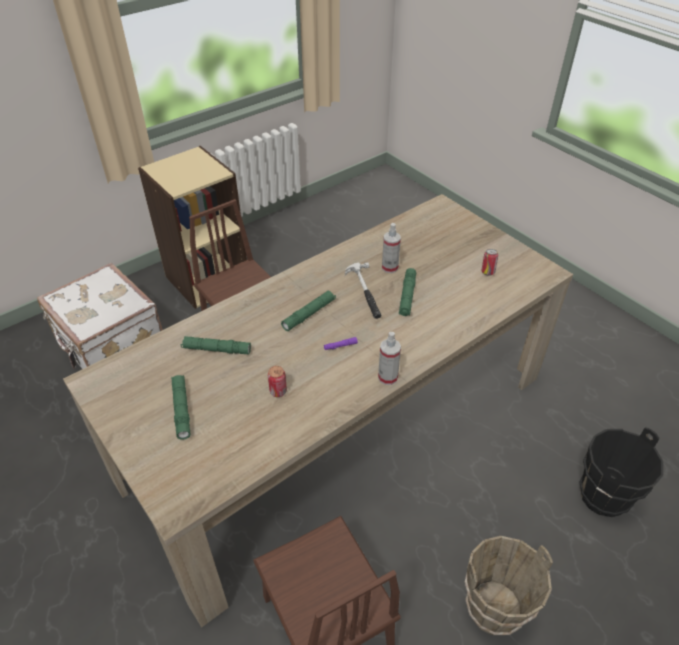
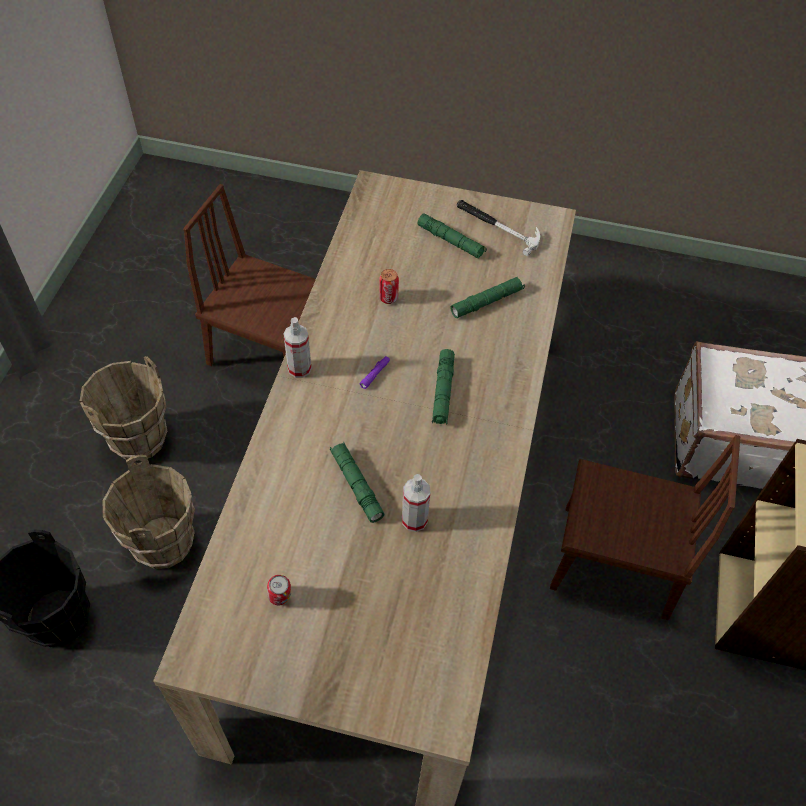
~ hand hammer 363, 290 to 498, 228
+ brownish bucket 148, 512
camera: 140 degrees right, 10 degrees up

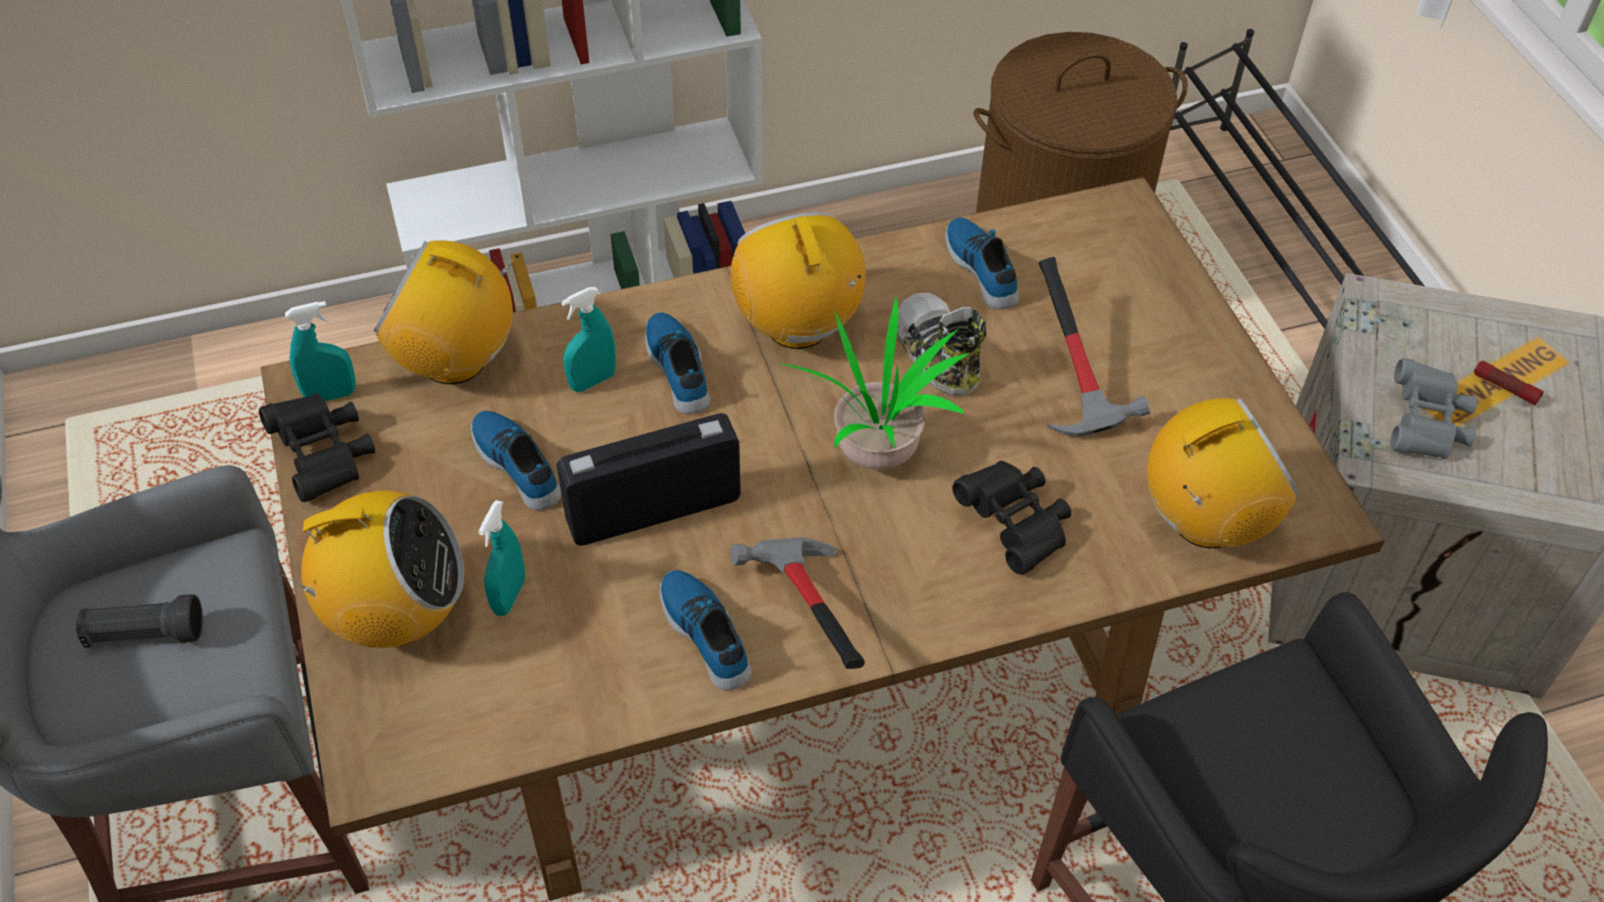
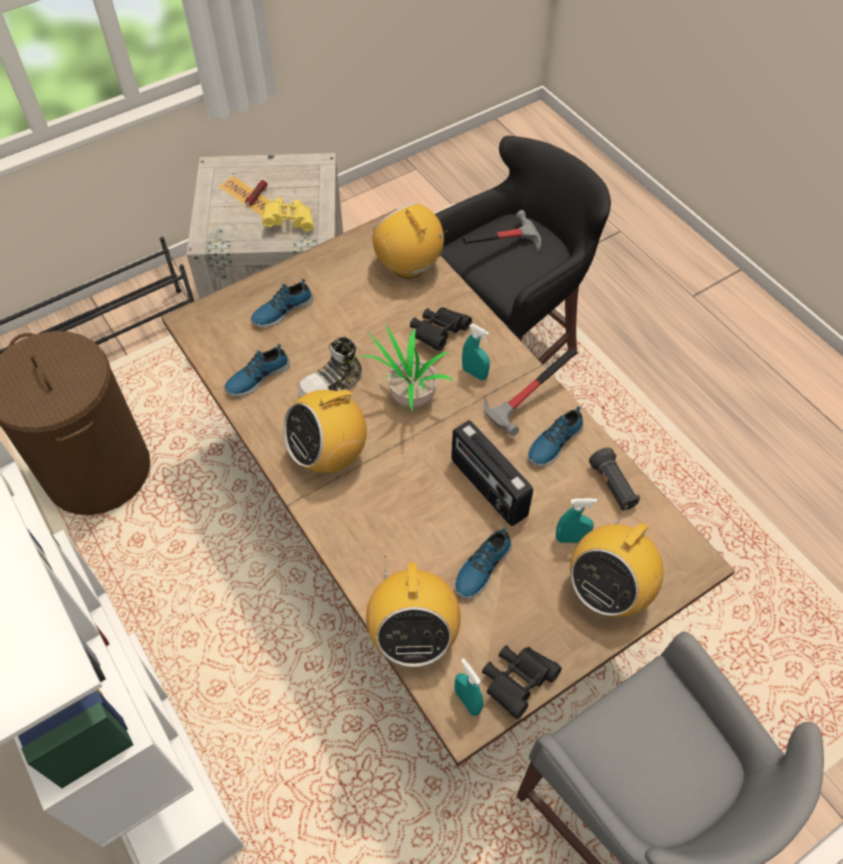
~ black-coloured torch 139, 621 to 614, 478
~ radio set 371, 569 = 617, 561 120 degrees counterclockwise
~ turquoise-coloured spray bottle 588, 339 to 476, 352
~ item of footwear 678, 363 to 282, 302
~ hand hammer 1094, 347 to 501, 231
~ greyish pair of binoculars 1433, 408 to yellow-coloured pair of binoculars 288, 214
camera: 105 degrees left, 5 degrees up

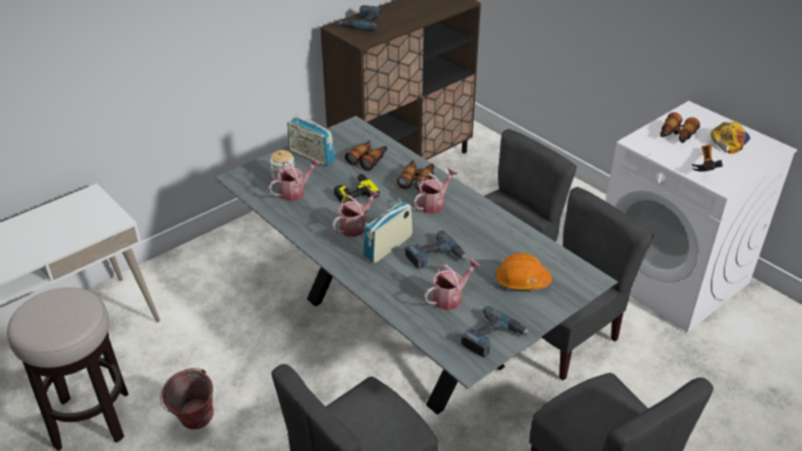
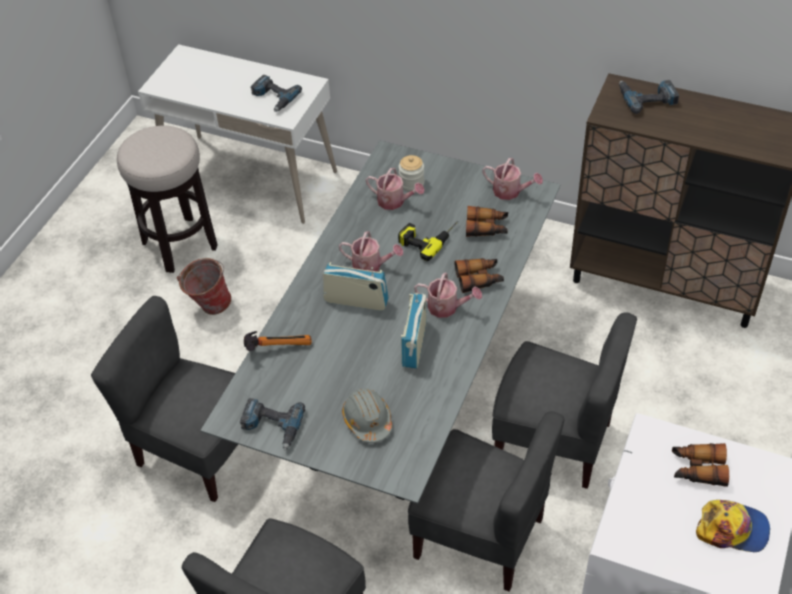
~ radio set 311, 140 to 414, 330
~ drill 436, 249 to 276, 93
~ watering can 452, 284 to 512, 179
~ orangey work helmet 524, 271 to greyish work helmet 367, 415
~ hand hammer 707, 158 to 278, 341
camera: 65 degrees right, 10 degrees up

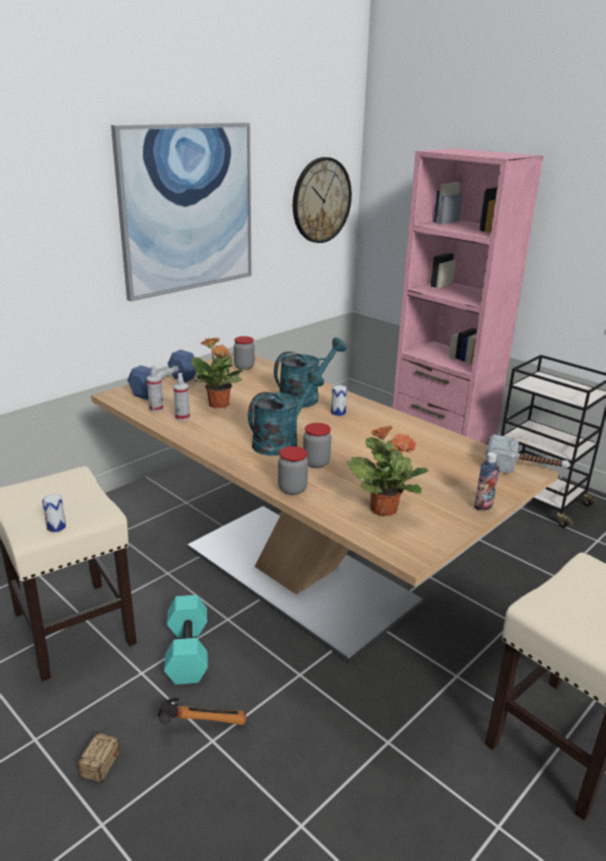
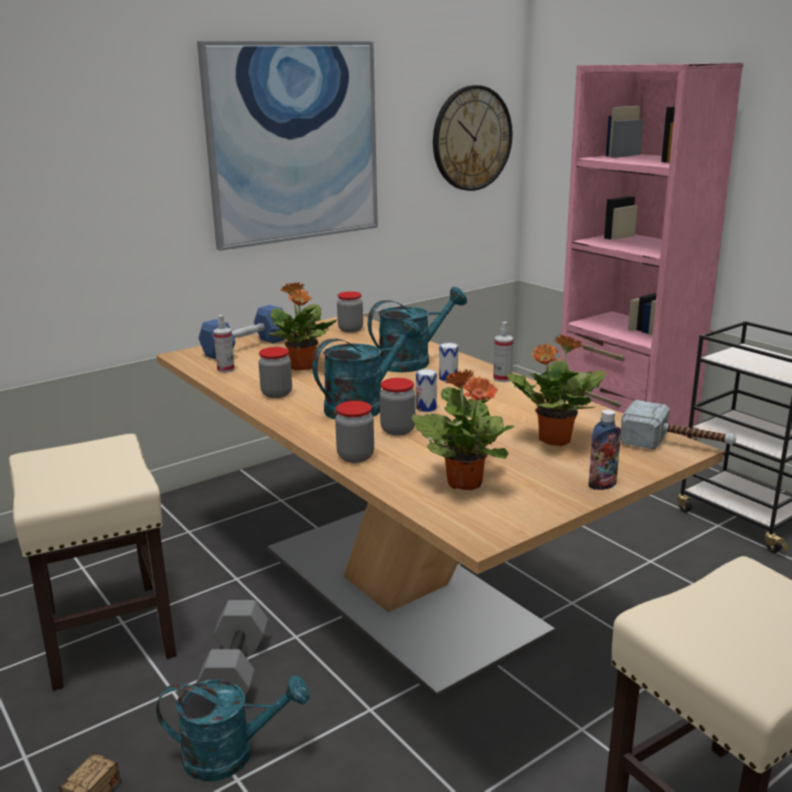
~ metal can 54, 513 to 426, 390
~ hand hammer 202, 711 to turquoise-coloured watering can 232, 728
~ turquoise-coloured free weight 186, 640 to greyish free weight 232, 648
~ spray bottle 181, 397 to 503, 352
+ preserve jar 275, 372
+ potted plant 556, 390
camera: 10 degrees right, 5 degrees down

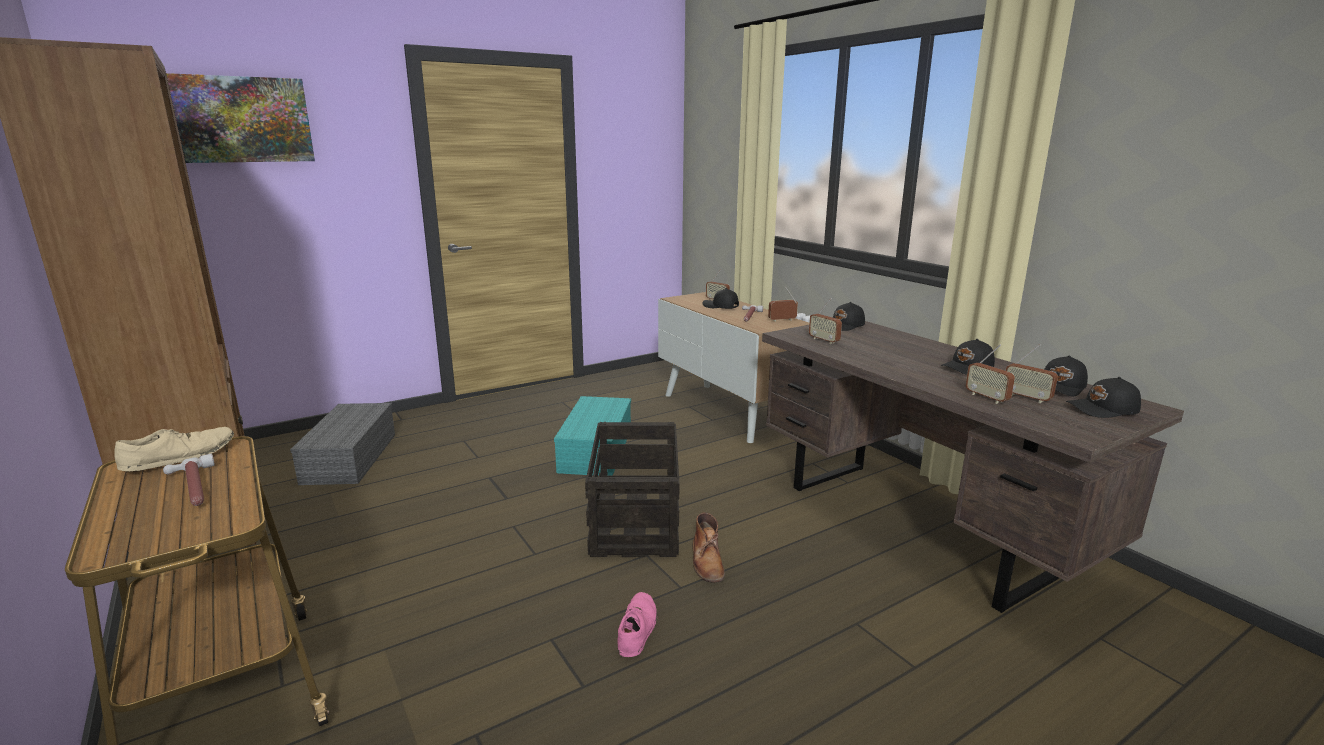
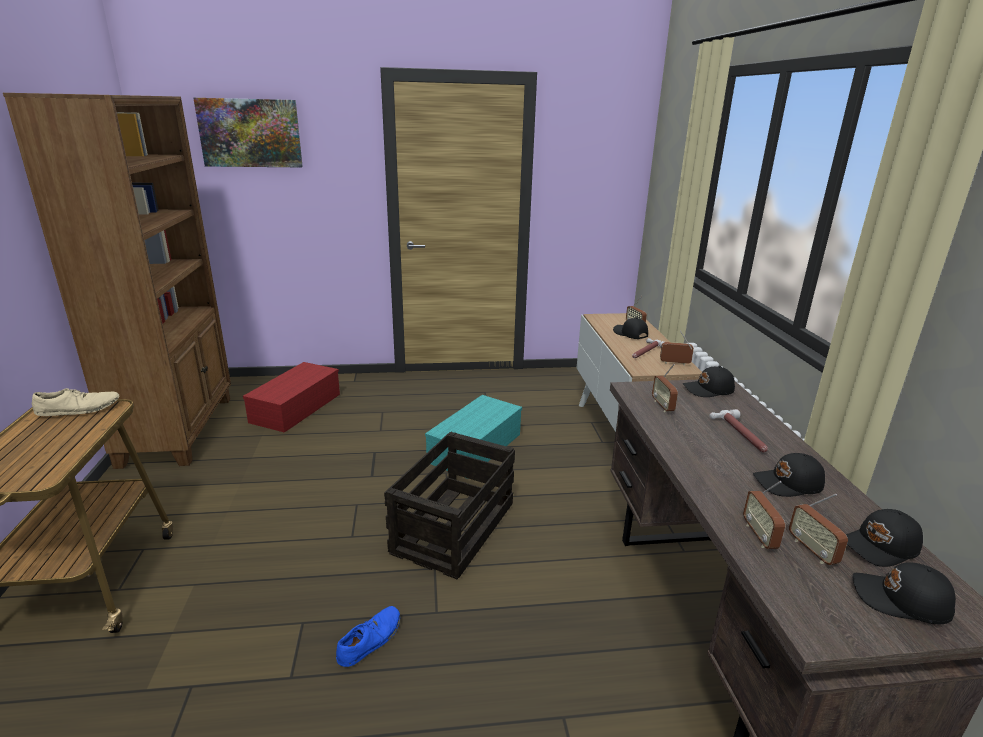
~ hand hammer 189, 480 to 739, 431
~ greyish storage box 342, 444 to red storage box 291, 397
~ pink-coloured item of footwear 637, 624 to blue-coloured item of footwear 368, 636
- brownish high-top boot 708, 547
camera: 25 degrees right, 5 degrees up

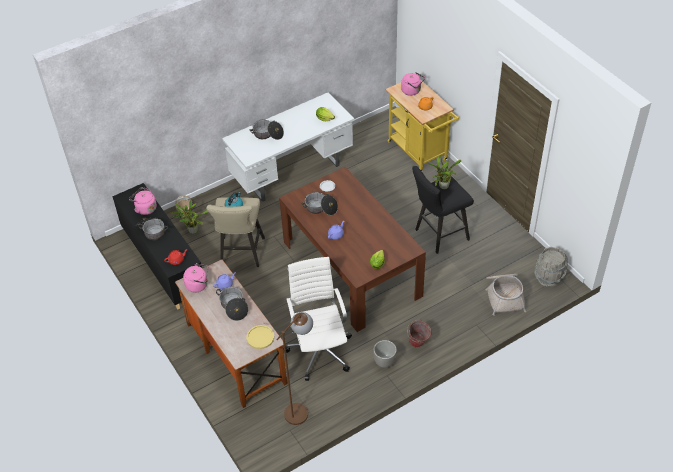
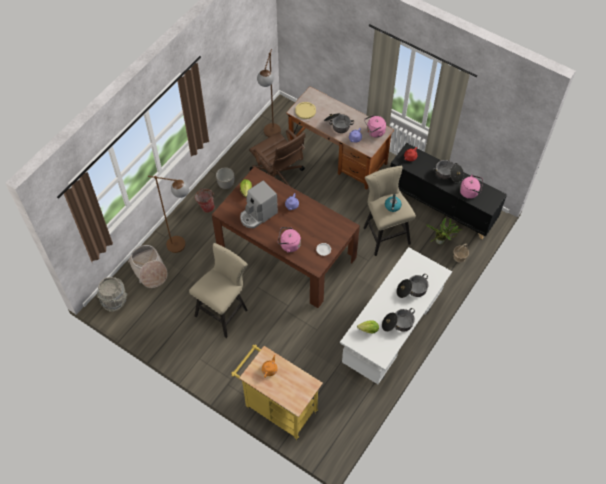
~ white computer chair 319, 319 to brownish computer chair 277, 158
~ stockpot 319, 203 to 398, 320
~ pink-coloured water kettle 413, 84 to 289, 240
~ black-coloured stool 443, 210 to beige-coloured stool 218, 290
- potted plant 444, 172
+ brownish standing lamp 168, 214
+ coffee machine 259, 204
camera: 155 degrees right, 10 degrees up

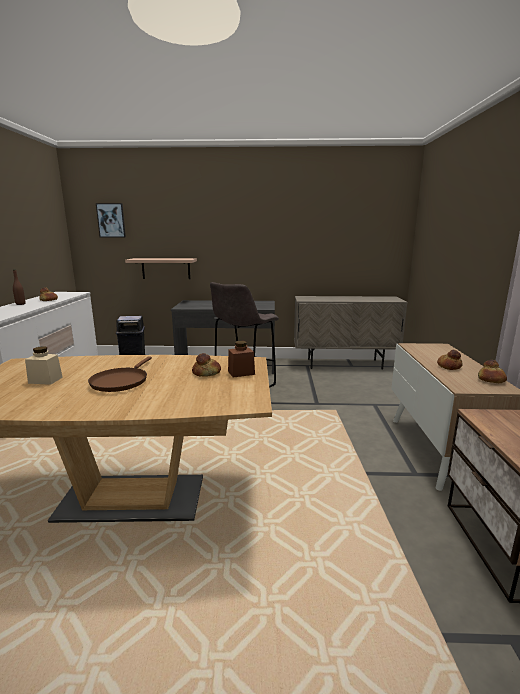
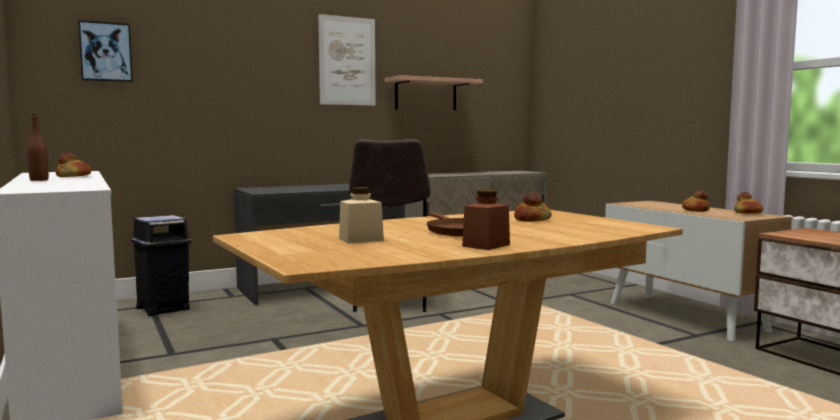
~ bracket shelf 161, 268 to 434, 92
~ brownish preserve jar 241, 359 to 486, 220
+ wall art 347, 60
camera: 30 degrees left, 10 degrees down

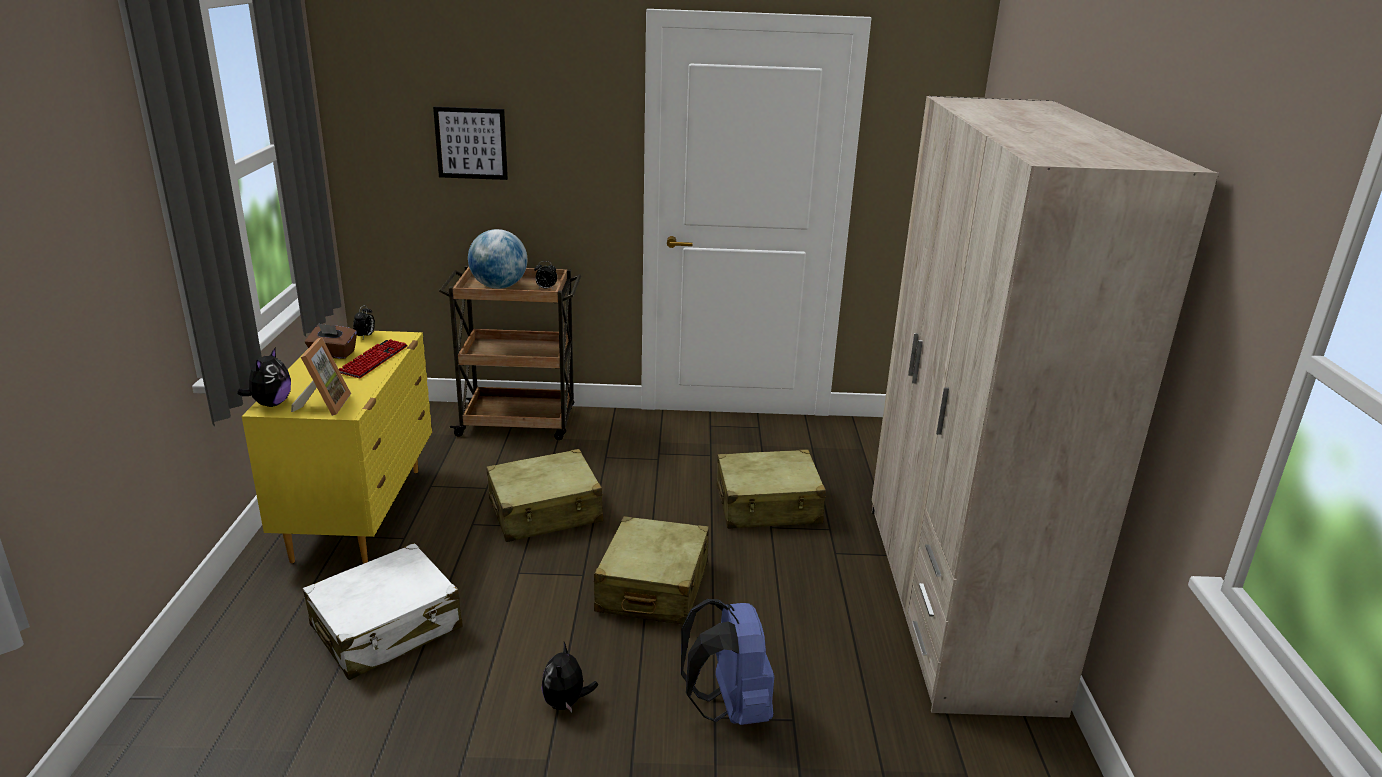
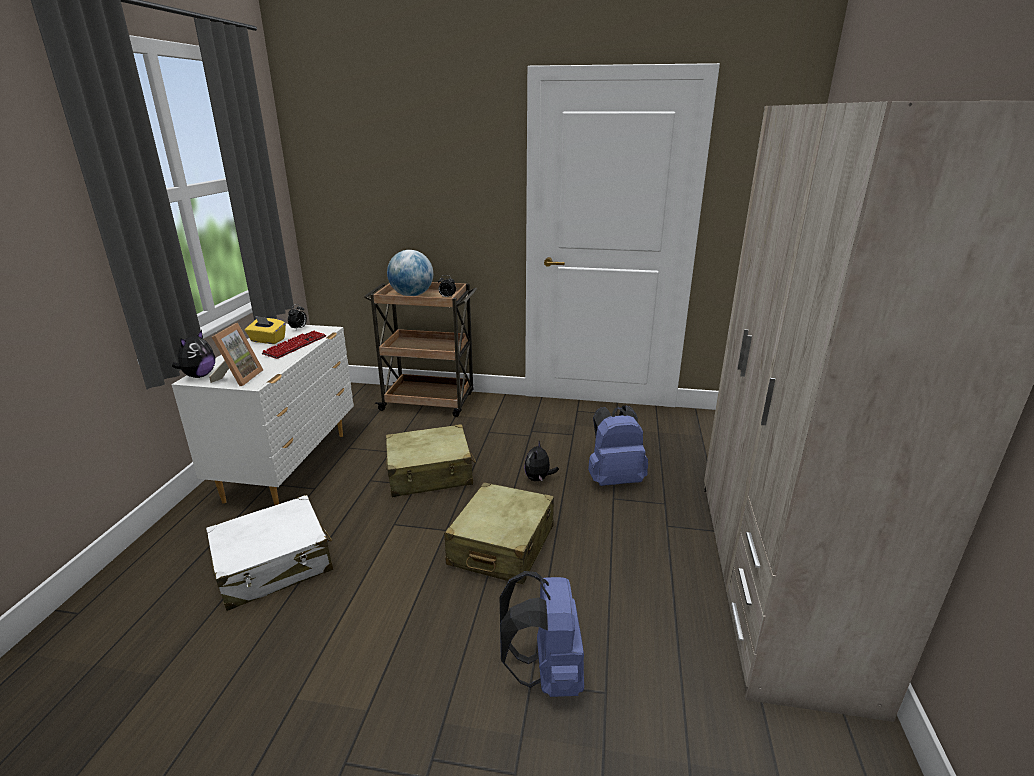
~ yellow-coloured dresser 337, 447 to white dresser 262, 414
~ brownish tissue box 331, 341 to yellow-coloured tissue box 265, 330
- wall art 470, 143
~ soft toy 570, 677 to 541, 461
~ beige-coloured piece of luggage 771, 489 to blue-coloured backpack 618, 446
camera: 10 degrees right, 0 degrees up

